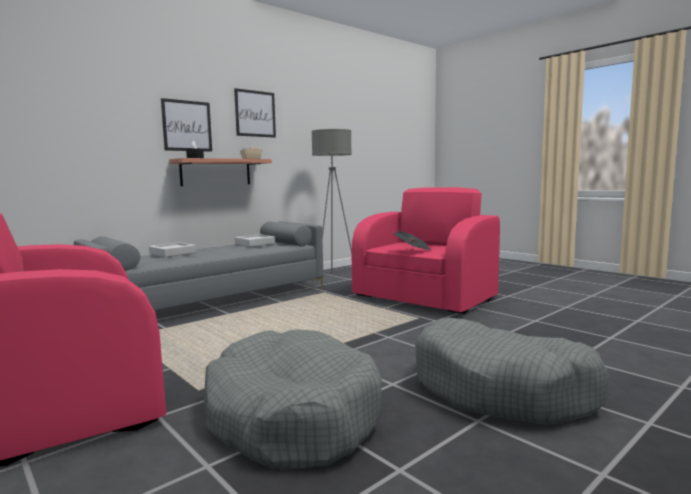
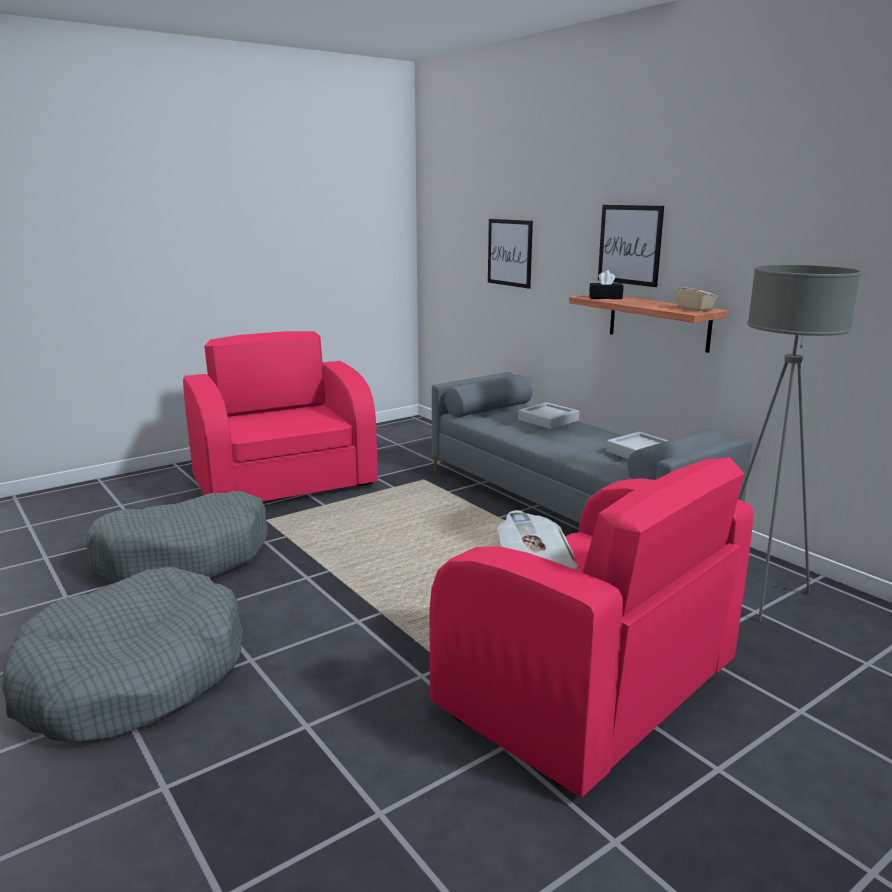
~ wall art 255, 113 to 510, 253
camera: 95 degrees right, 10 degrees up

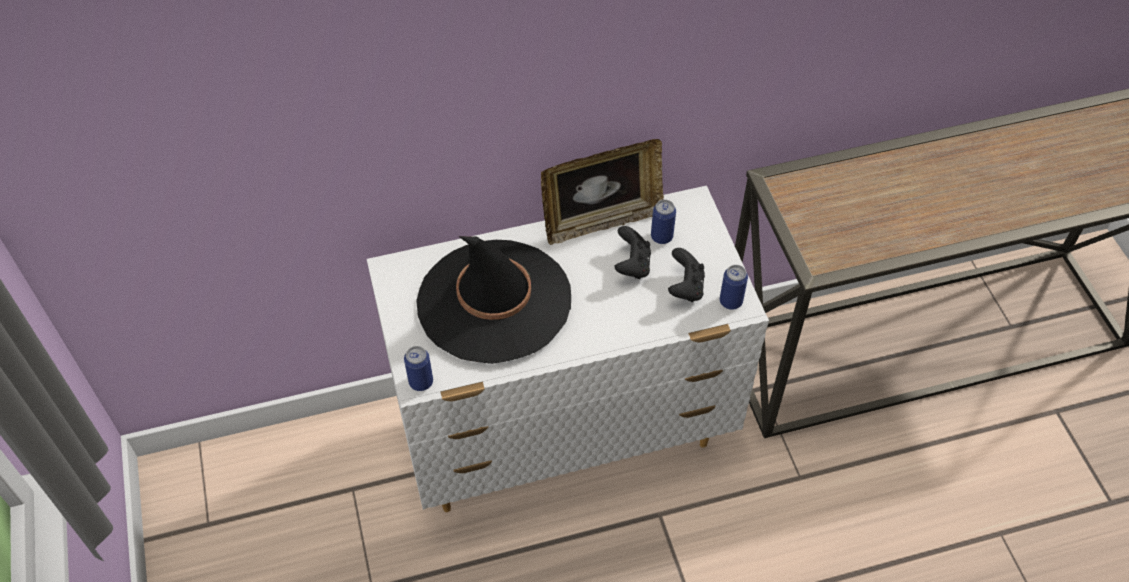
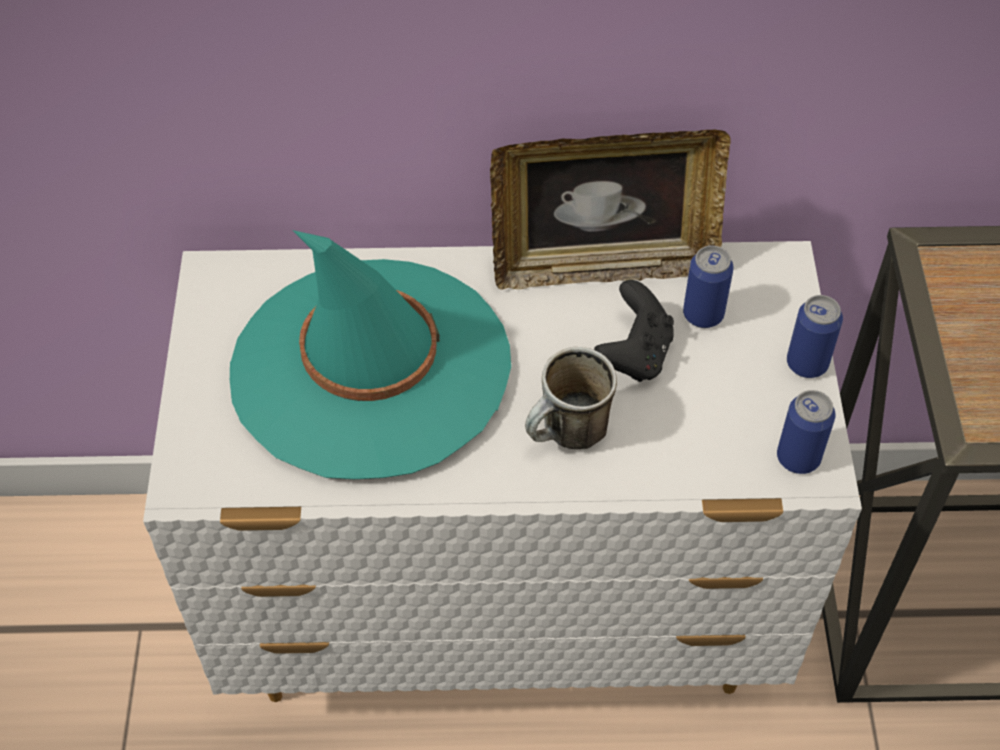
~ metal can 418, 368 to 815, 336
~ black-coloured clothing hat 493, 300 to turquoise-coloured clothing hat 370, 354
- black-coloured joypad 686, 275
+ tea mug 571, 398
camera: 15 degrees right, 0 degrees up

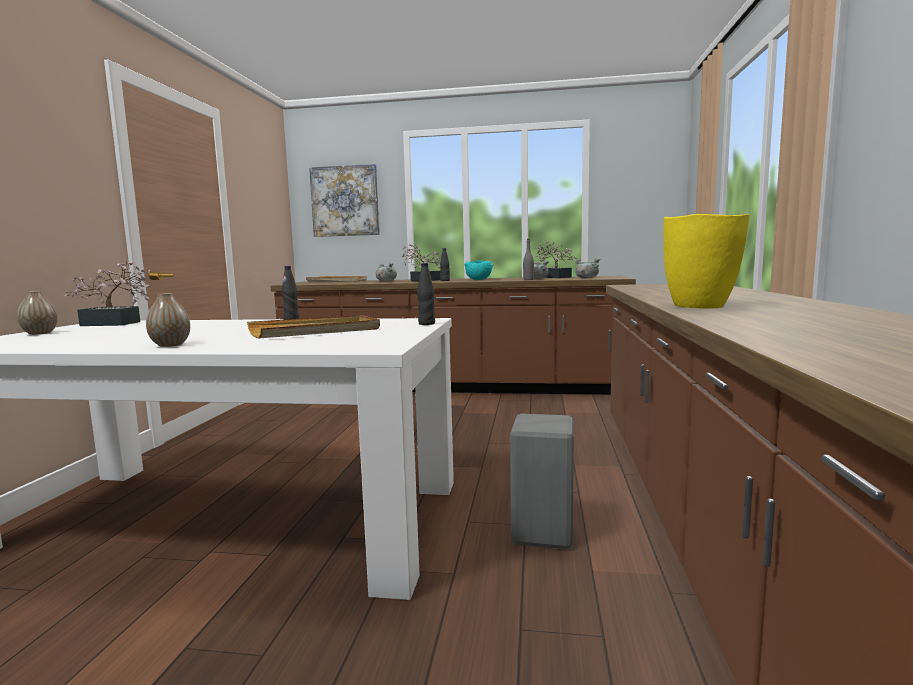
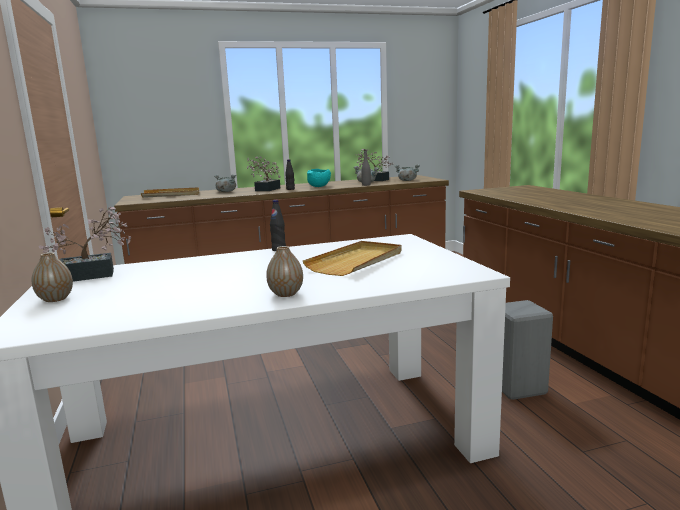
- wall art 344, 200
- black-coloured beverage bottle 426, 294
- yellow-coloured vase 706, 261
camera: 25 degrees left, 5 degrees up

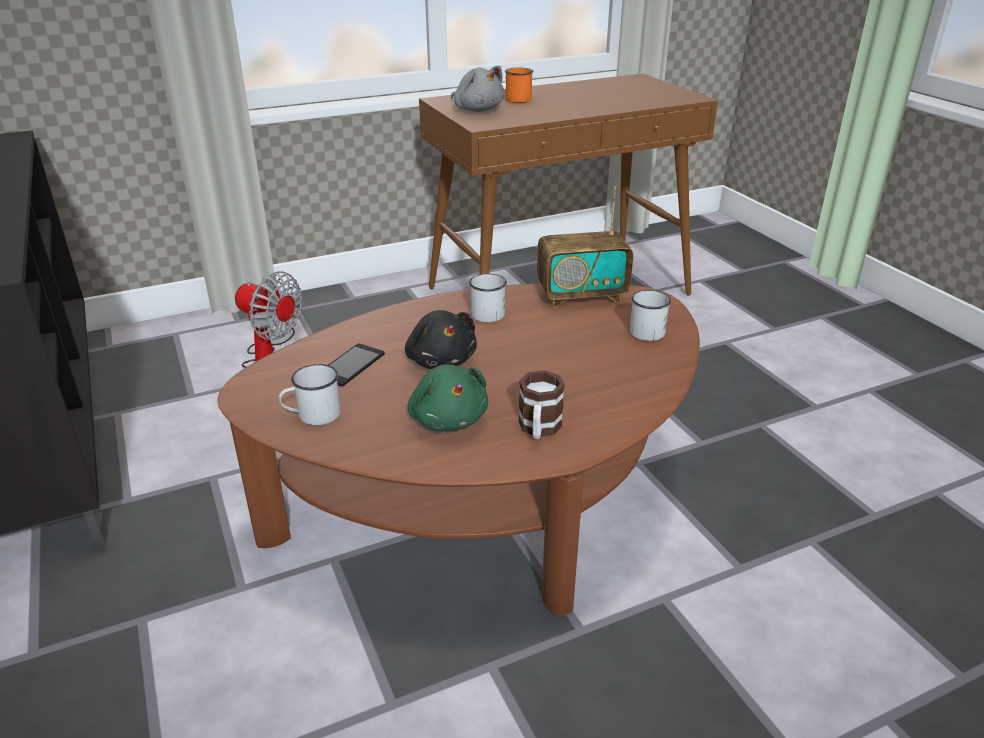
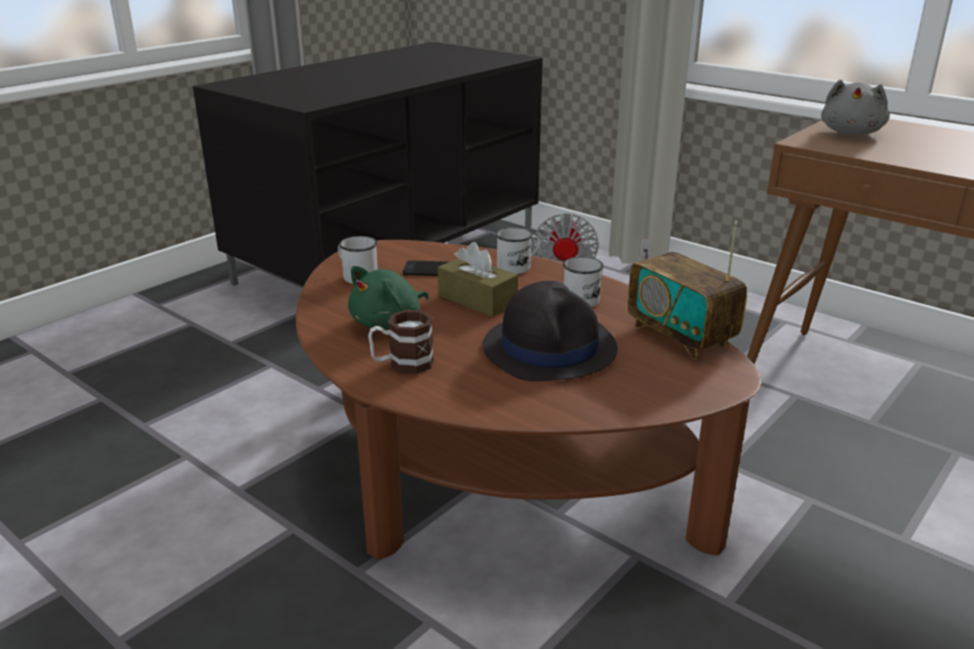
~ black-coloured soft toy 441, 339 to brownish tissue box 478, 279
- orangey tea mug 519, 85
~ white tea mug 650, 315 to 518, 250
+ black-coloured clothing hat 550, 331
camera: 65 degrees right, 5 degrees down

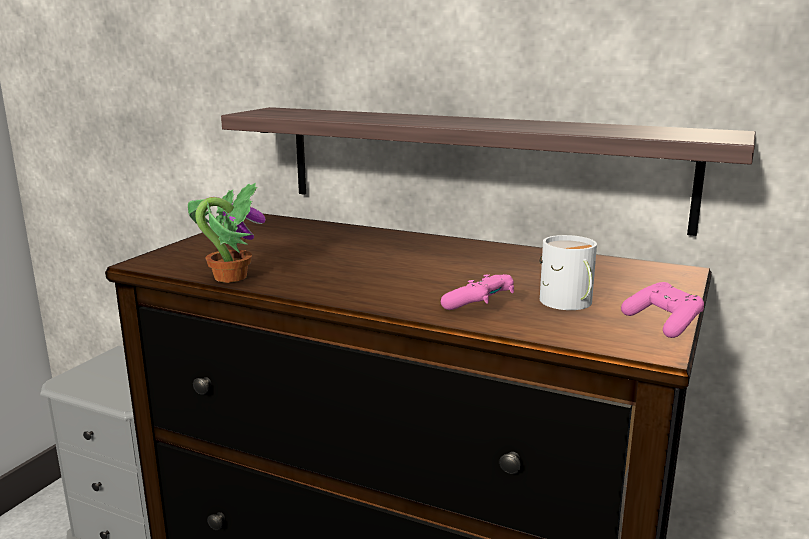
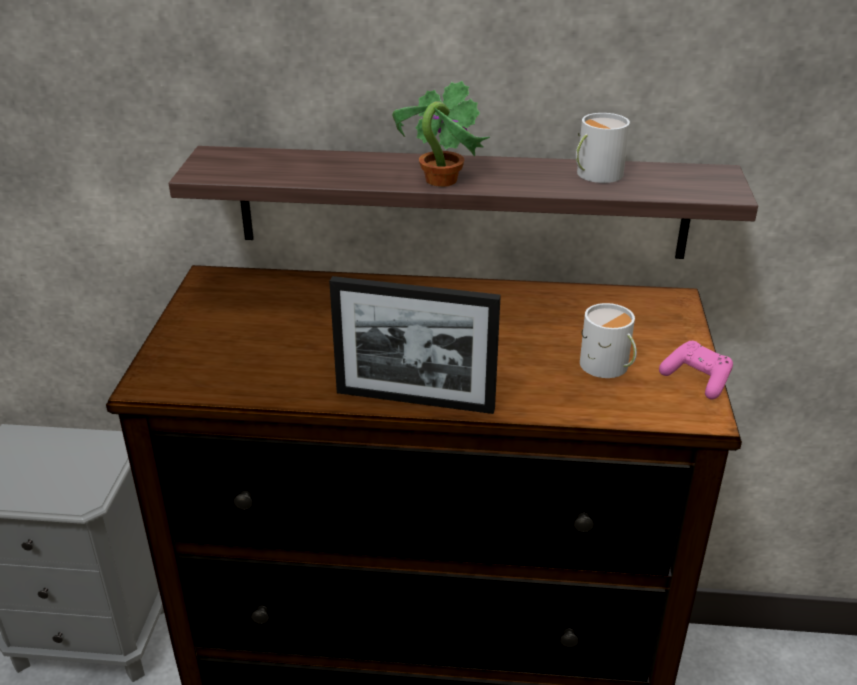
~ potted plant 227, 233 to 441, 134
- pink-coloured joypad 477, 292
+ standing frame 415, 345
+ white tea mug 603, 148
camera: 20 degrees left, 15 degrees up

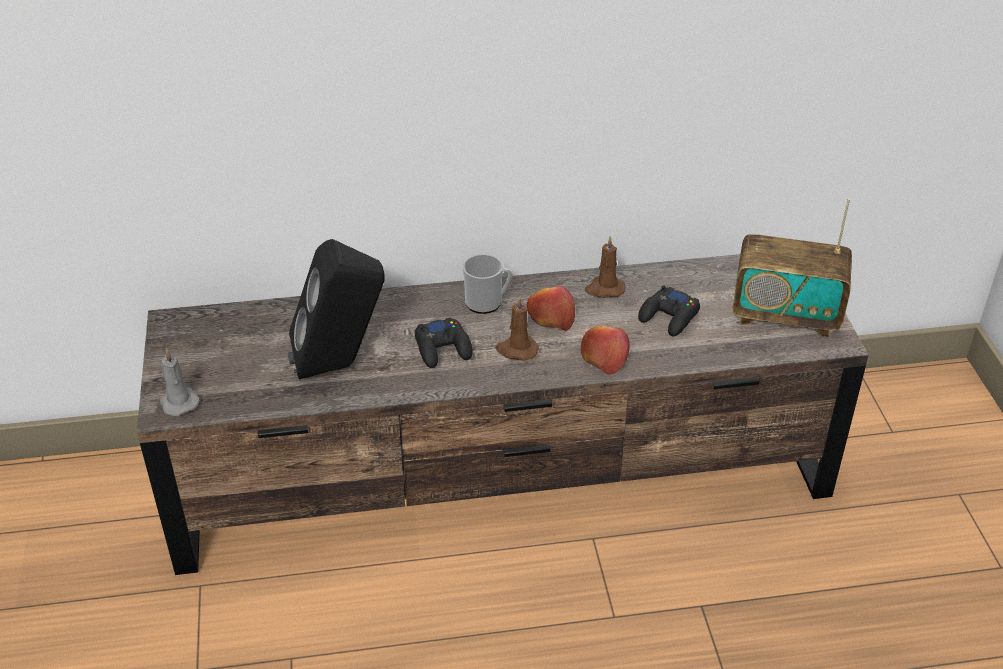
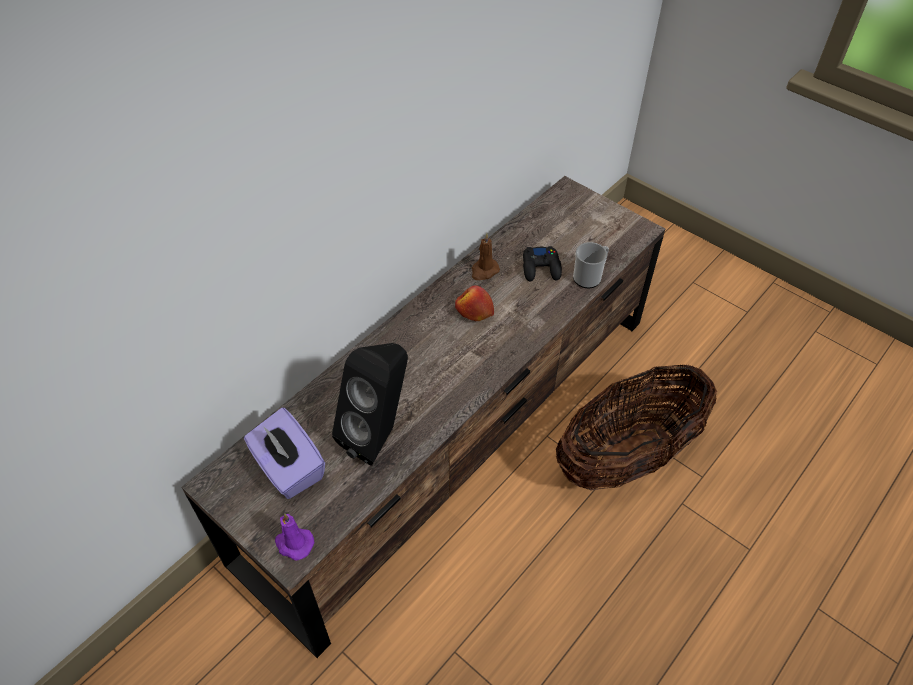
~ greyish wax light 180, 382 to purplish wax light 294, 536
- black-coloured joypad 444, 343
~ tea mug 487, 284 to 591, 265
- brownish wax light 517, 328
- apple 605, 350
- radio set 792, 268
+ purplish tissue box 284, 453
+ basket 636, 427
camera: 40 degrees left, 10 degrees up

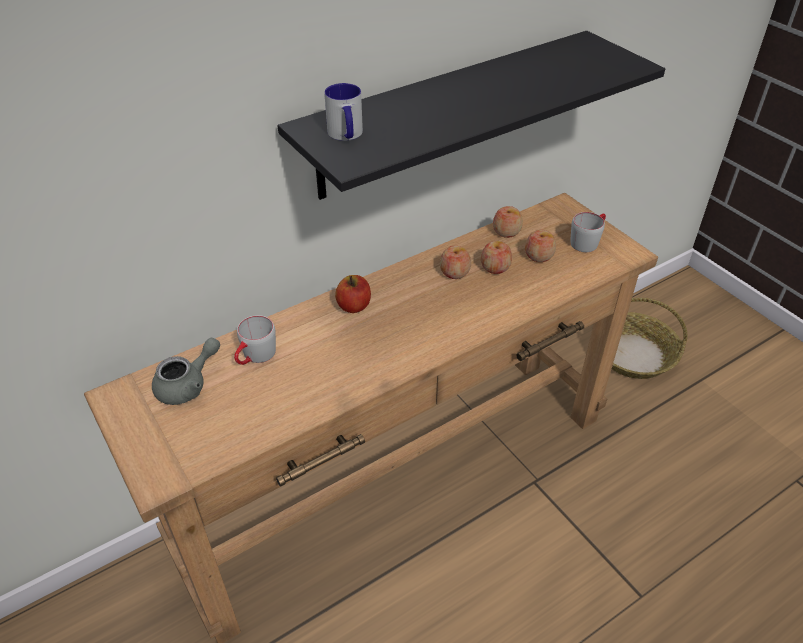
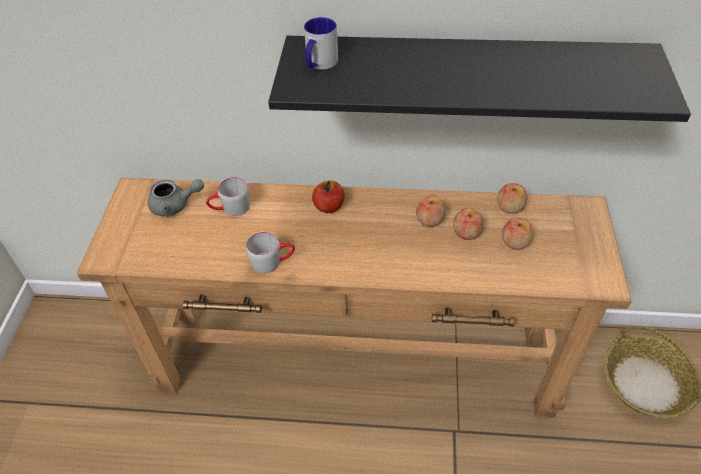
~ greyish tea mug 588, 232 to 270, 252
camera: 40 degrees right, 5 degrees up

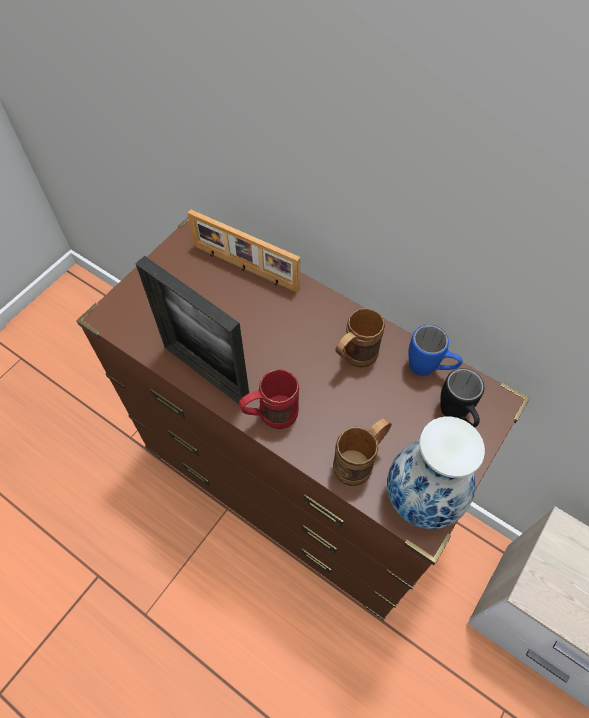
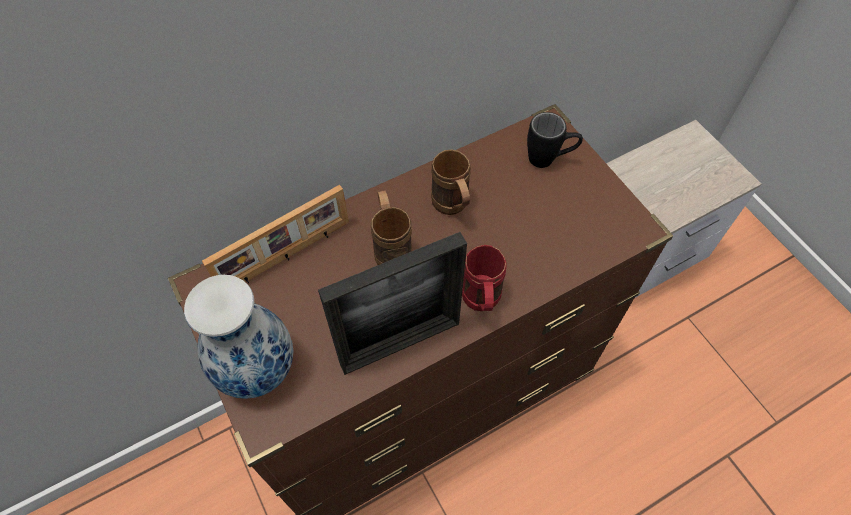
~ brownish tea mug 362, 452 to 391, 227
~ vase 436, 473 to 238, 337
- blue-coloured tea mug 435, 350
camera: 65 degrees left, 0 degrees up

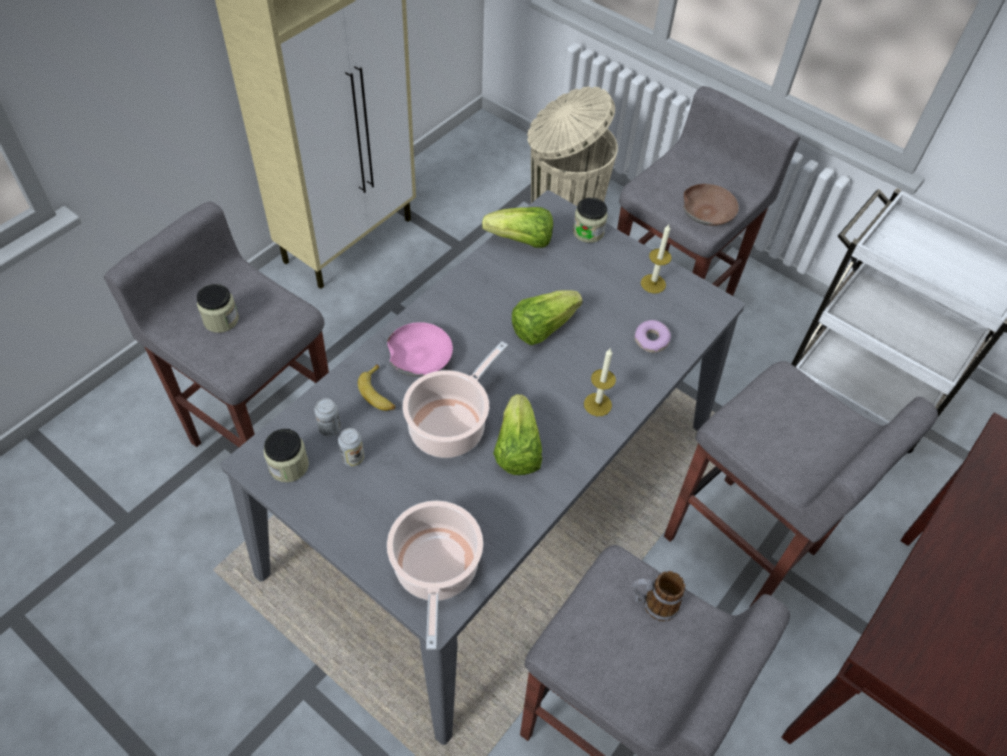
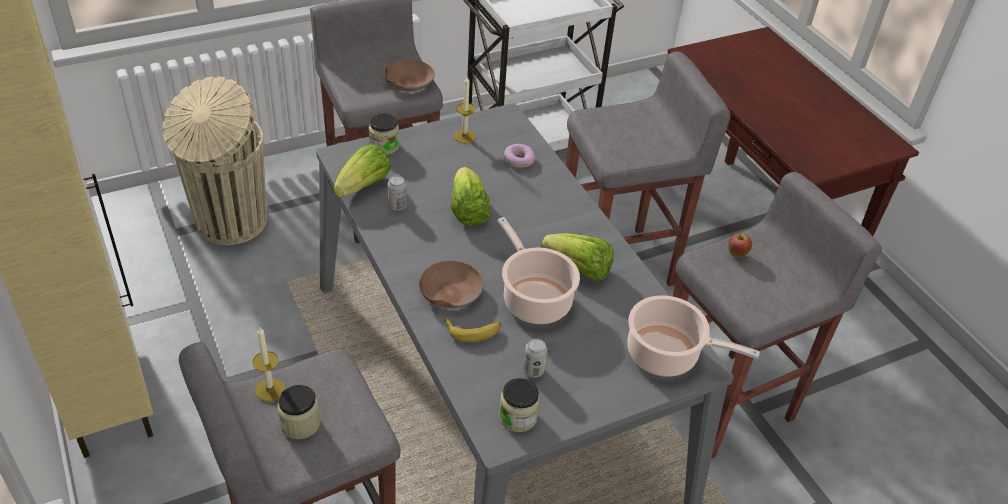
~ metal can 327, 417 to 397, 193
~ pink-coloured deep dish 420, 349 to brownish deep dish 451, 284
~ wax light 600, 382 to 268, 364
~ tea mug 658, 596 to apple 740, 245
camera: 65 degrees left, 10 degrees down

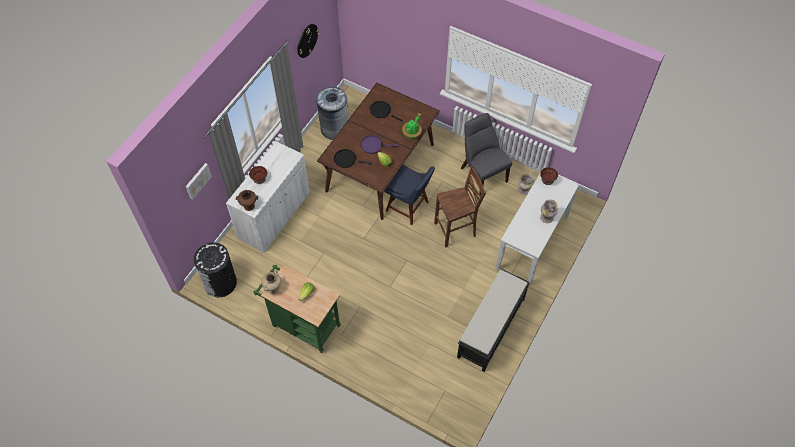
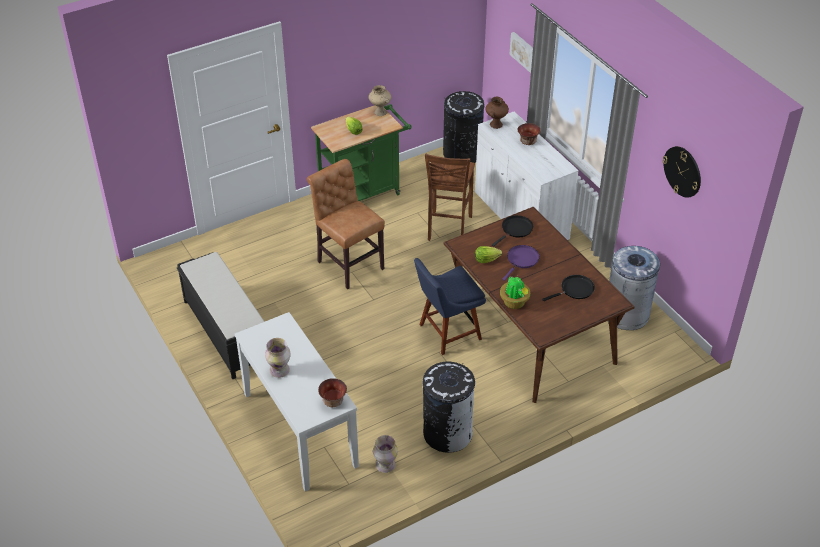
~ brownish stool 460, 207 to 450, 197
~ greyish chair 486, 154 to black-coloured rubbish bin 449, 407
+ brownish chair 346, 224
camera: 120 degrees right, 15 degrees down

